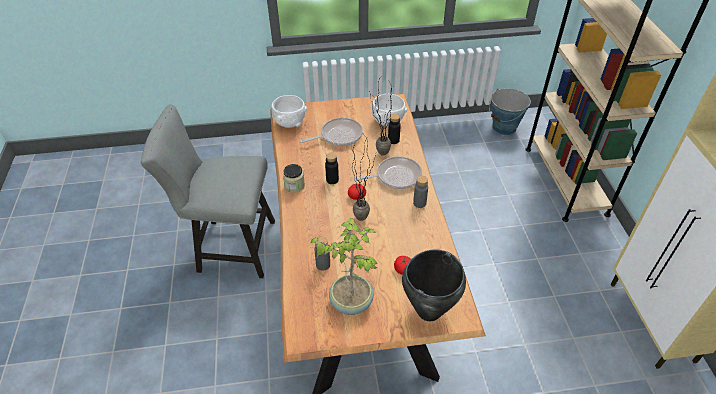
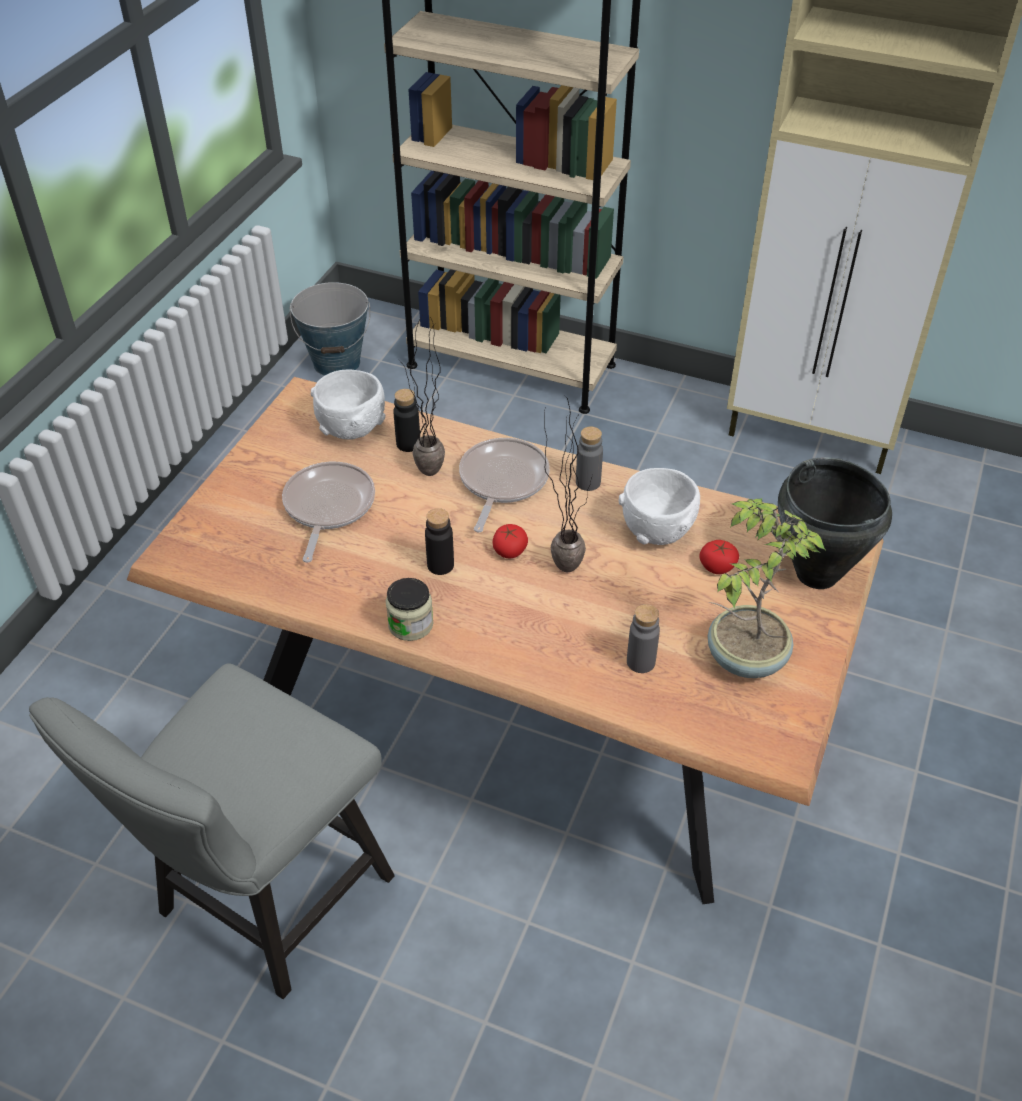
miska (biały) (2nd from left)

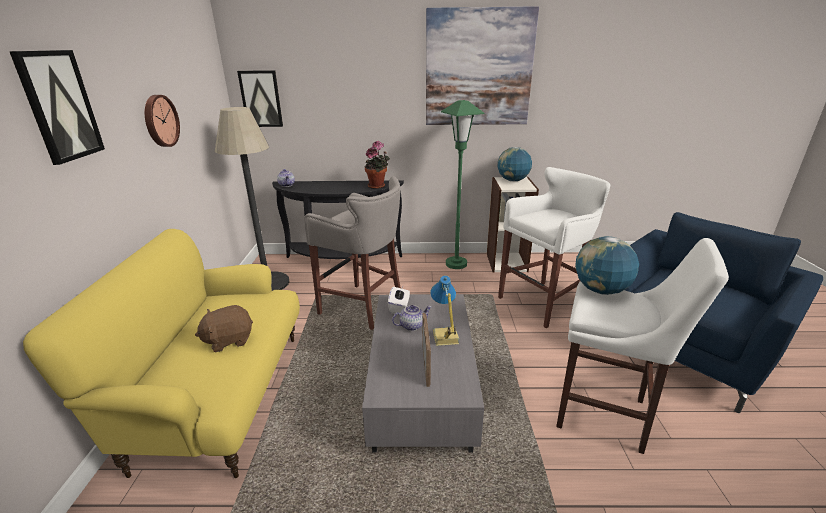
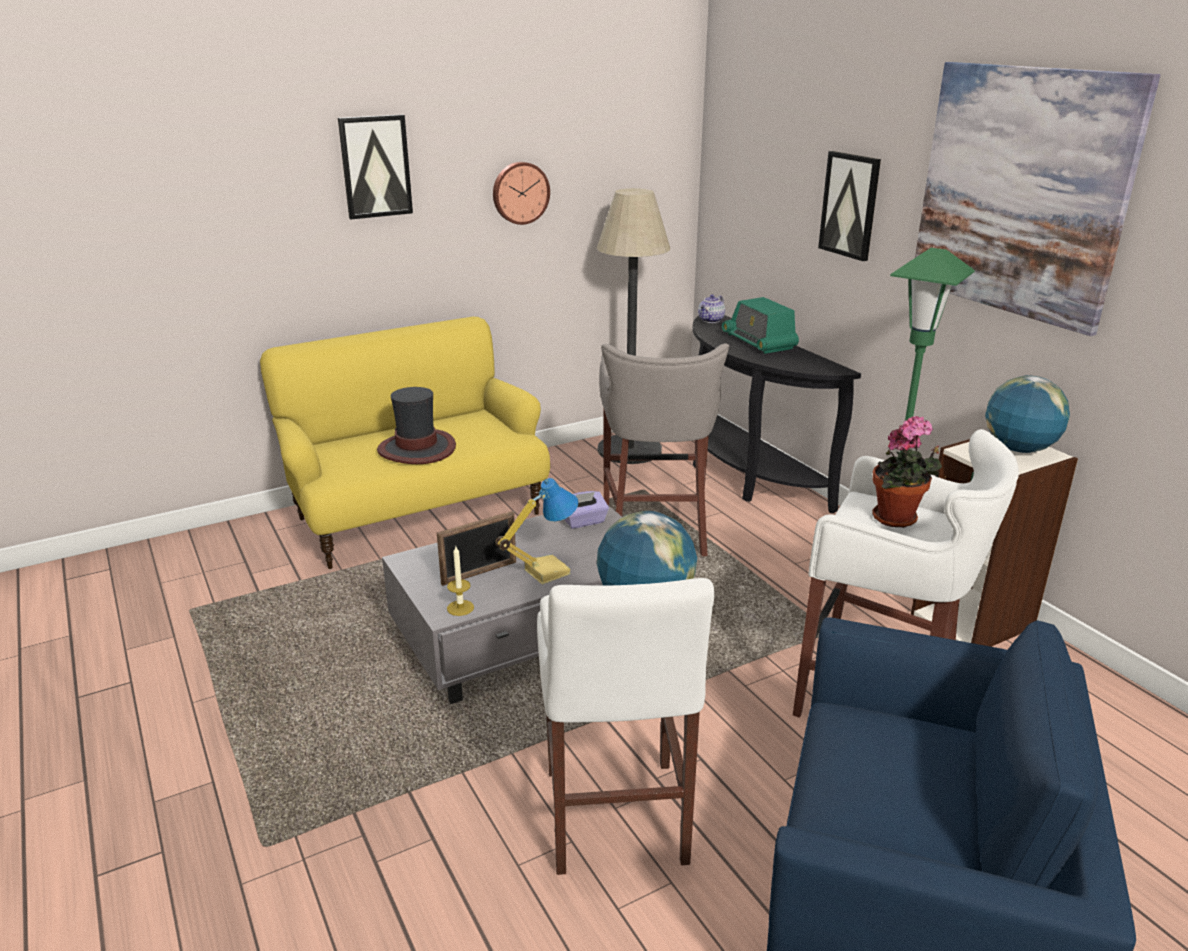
obraz (2nd from left); roślina doniczkowa; pudełko chusteczek (fioletowy); kapelusz; imbryk (2nd from left in the first image); radio; świeca

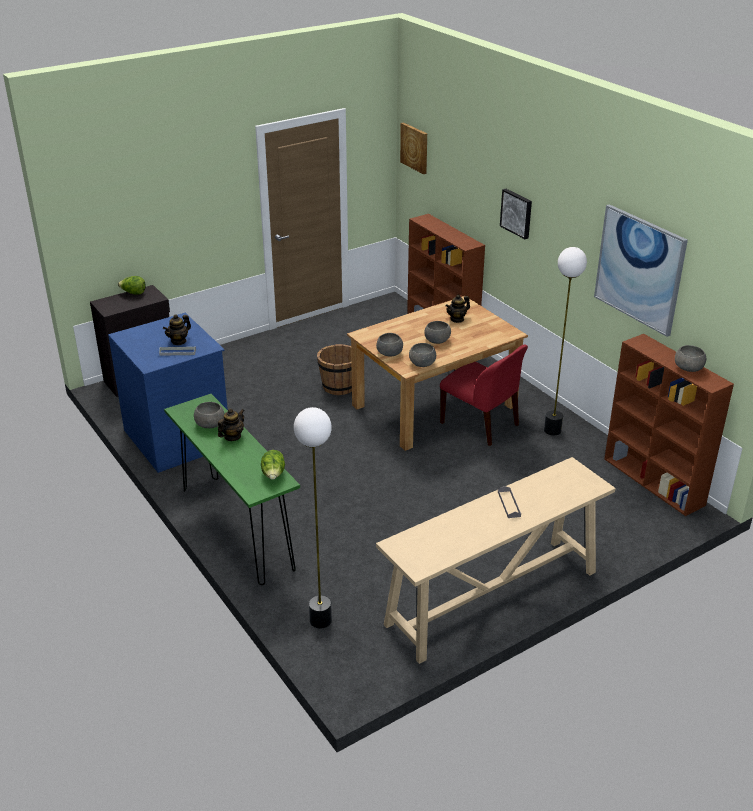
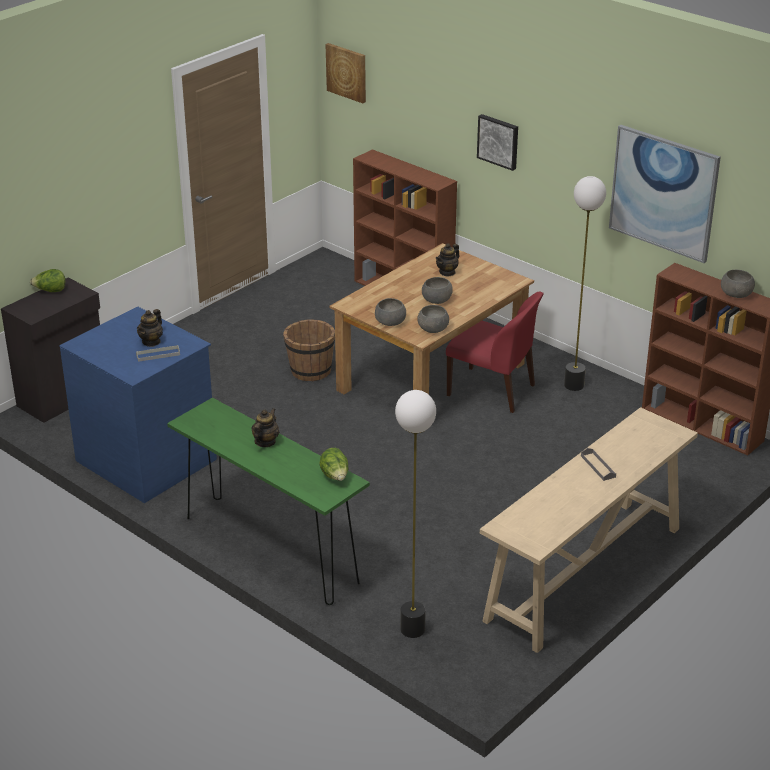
miska (szary) (1st from left in the first image)

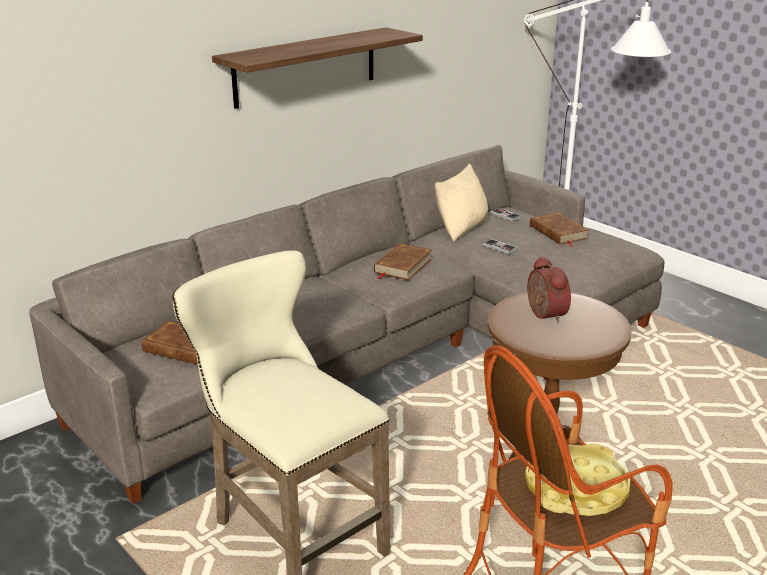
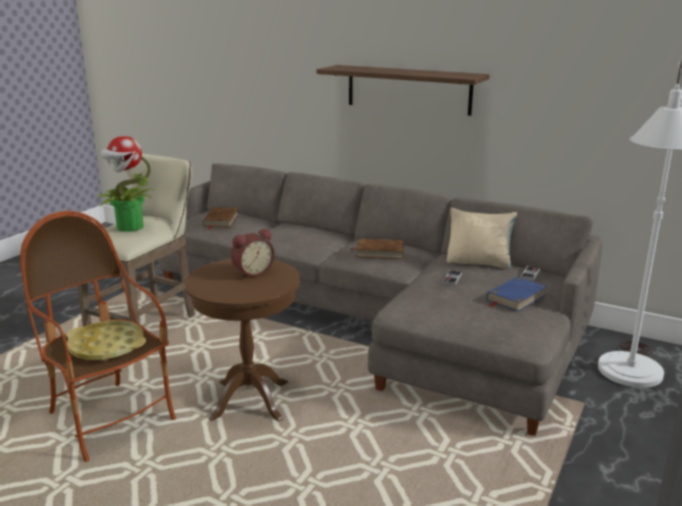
książka (niebieski); roślina doniczkowa

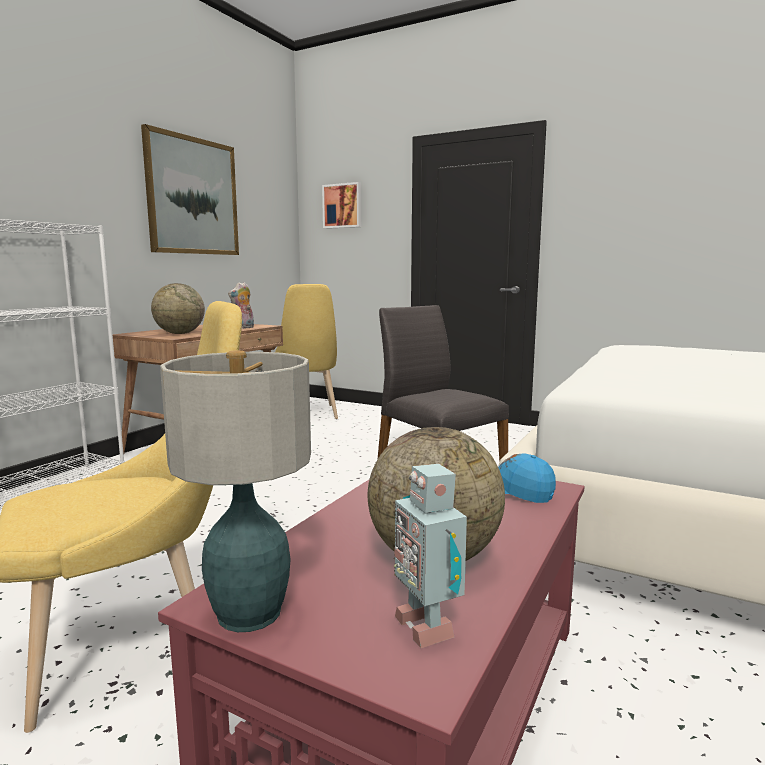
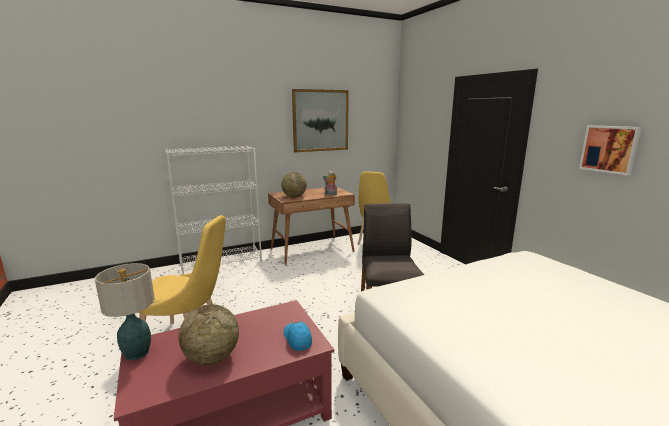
obraz (2nd from left); robot zabawkowy

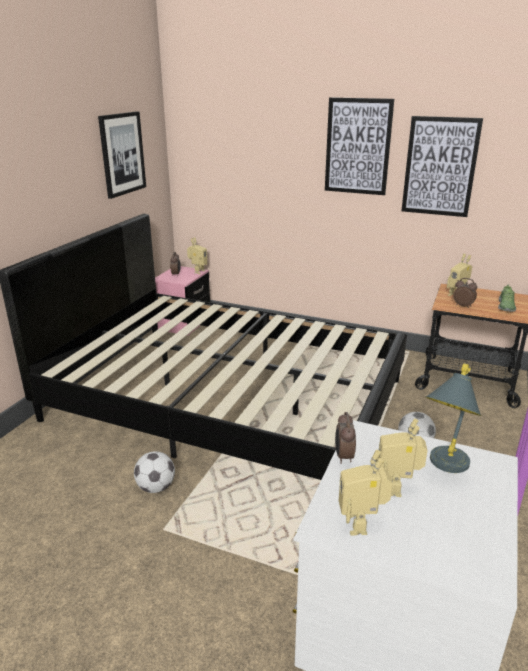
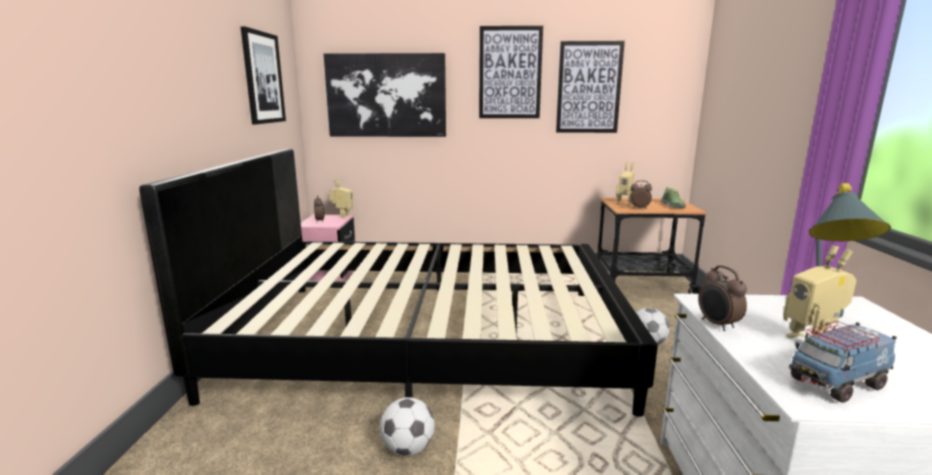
ciężarówka zabawkowa; obraz (2nd from left)

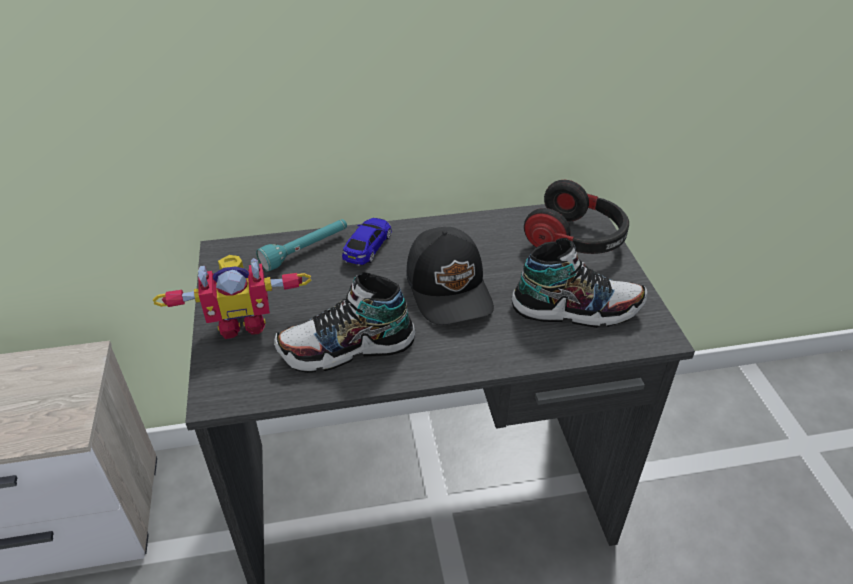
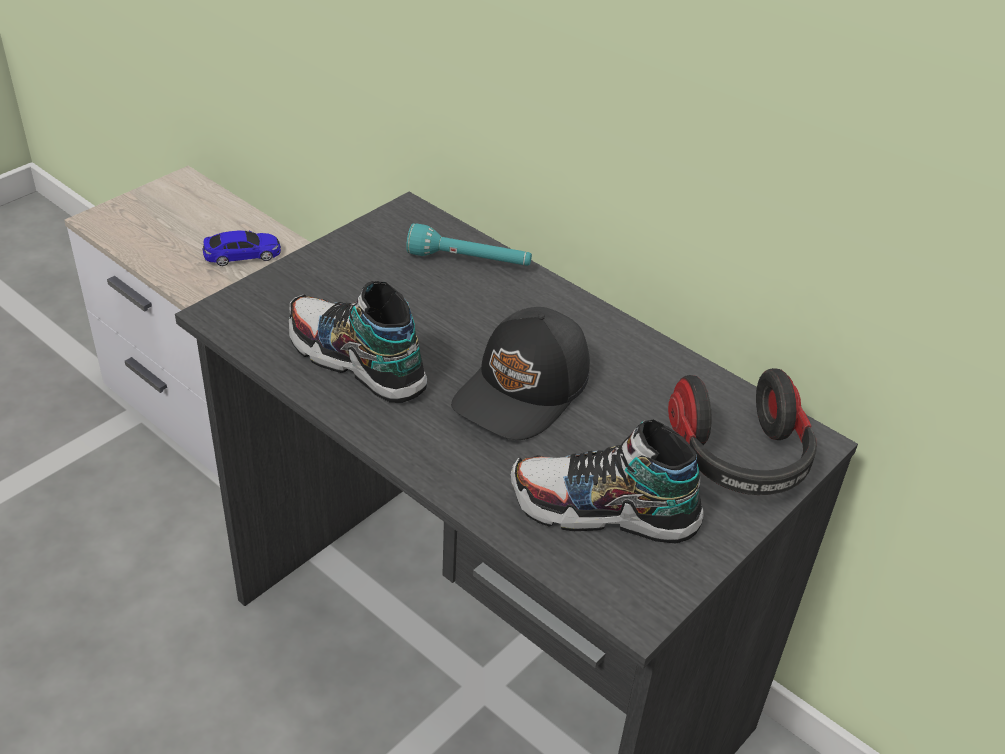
samochodzik; but (2nd from left); robot zabawkowy

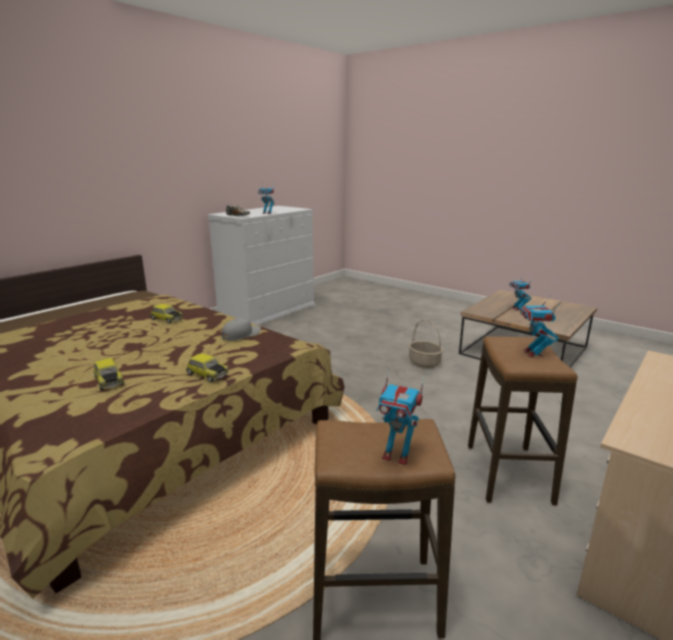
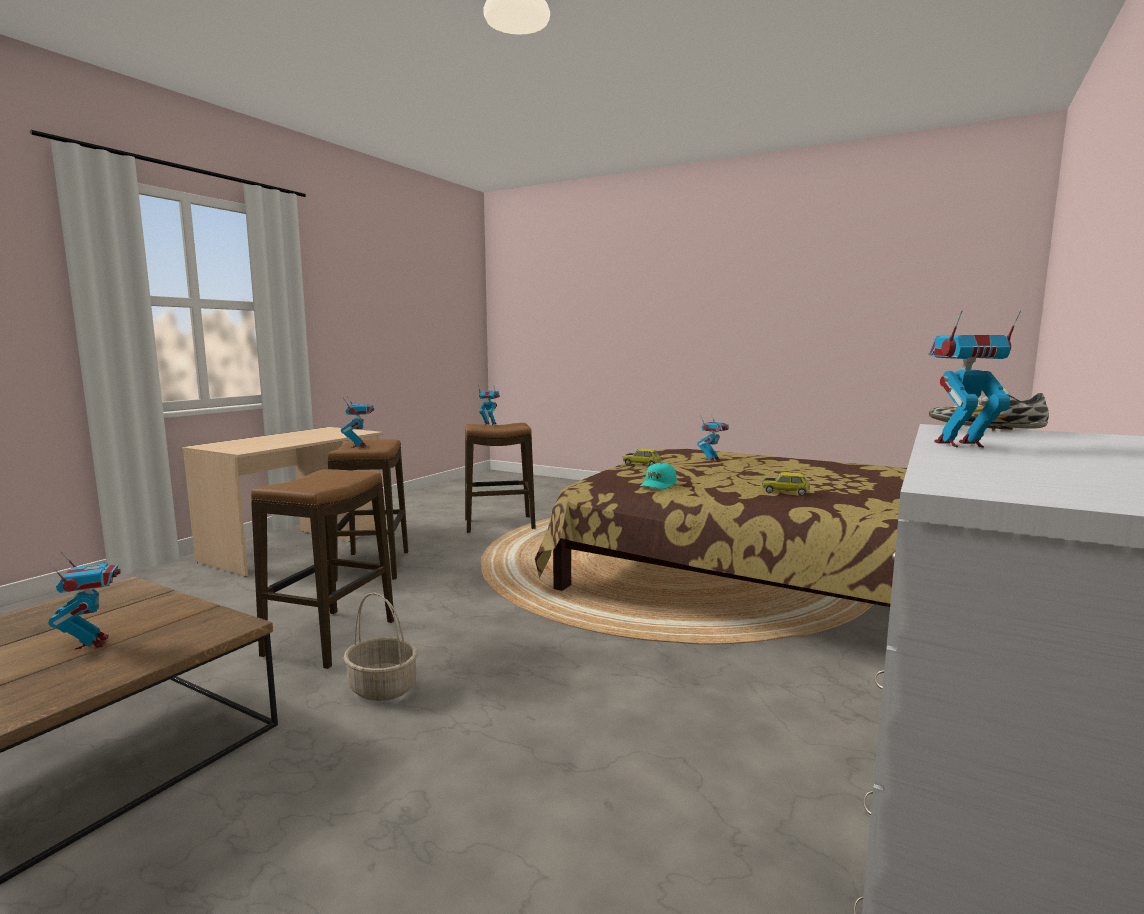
czapka z daszkiem (turkusowy); robot zabawkowy (4th from left); stołek (1st from left)

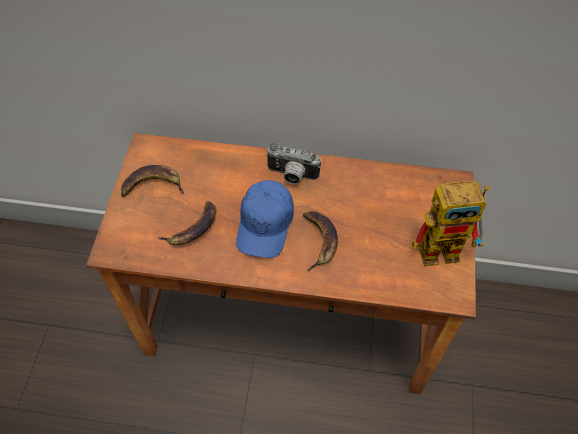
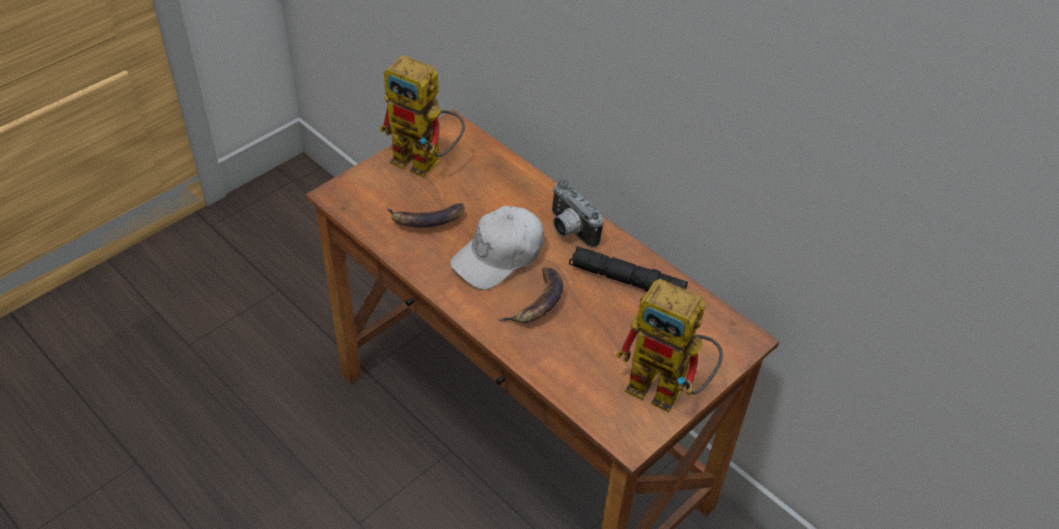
robot zabawkowy (1st from left); czapka z daszkiem (biały); latarka (czarny)

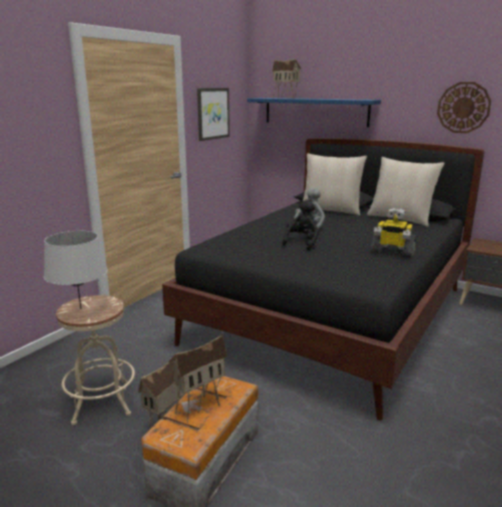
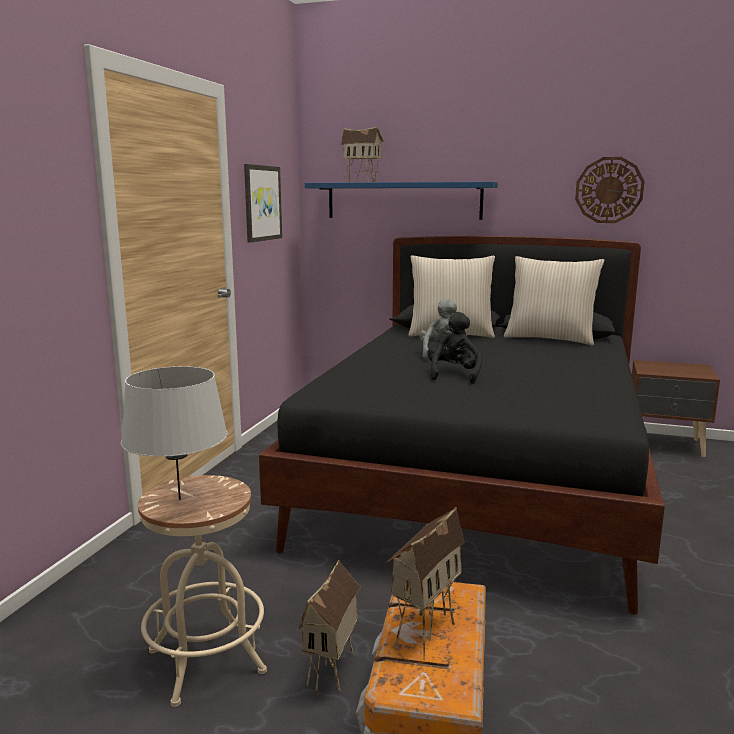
robot zabawkowy

